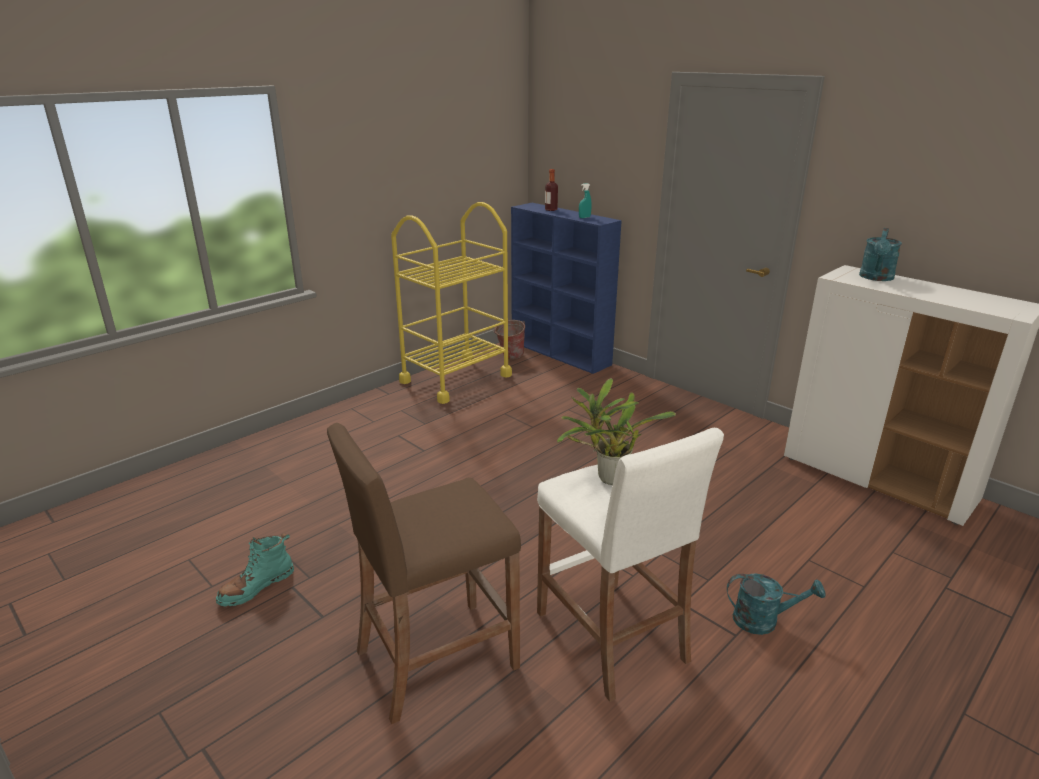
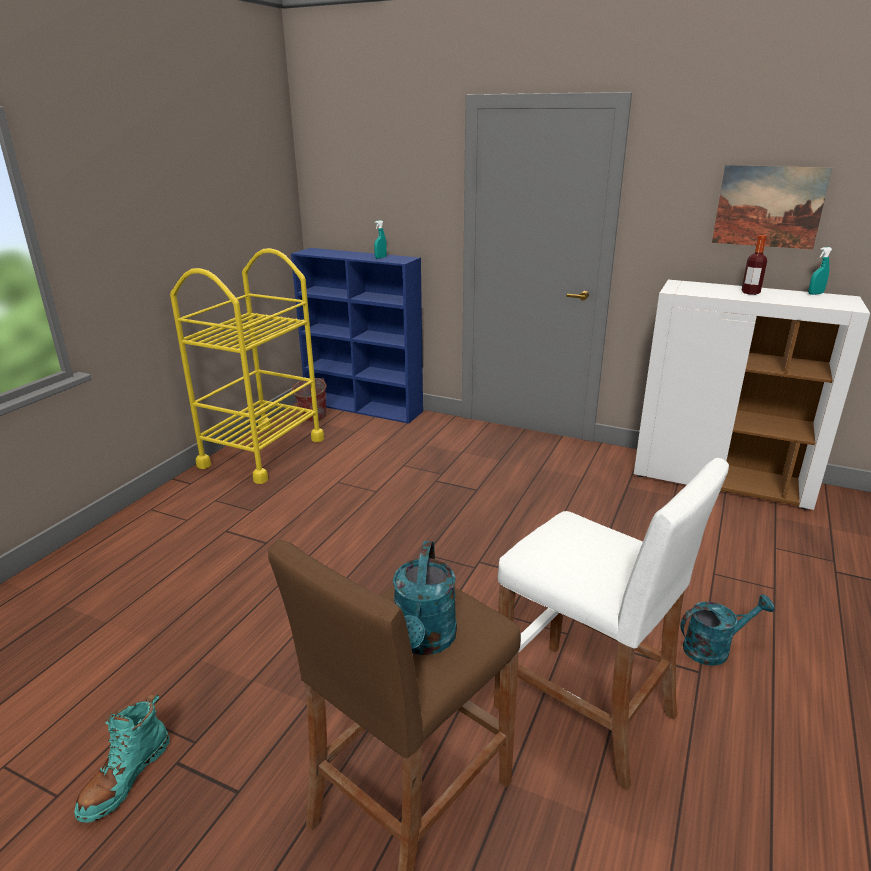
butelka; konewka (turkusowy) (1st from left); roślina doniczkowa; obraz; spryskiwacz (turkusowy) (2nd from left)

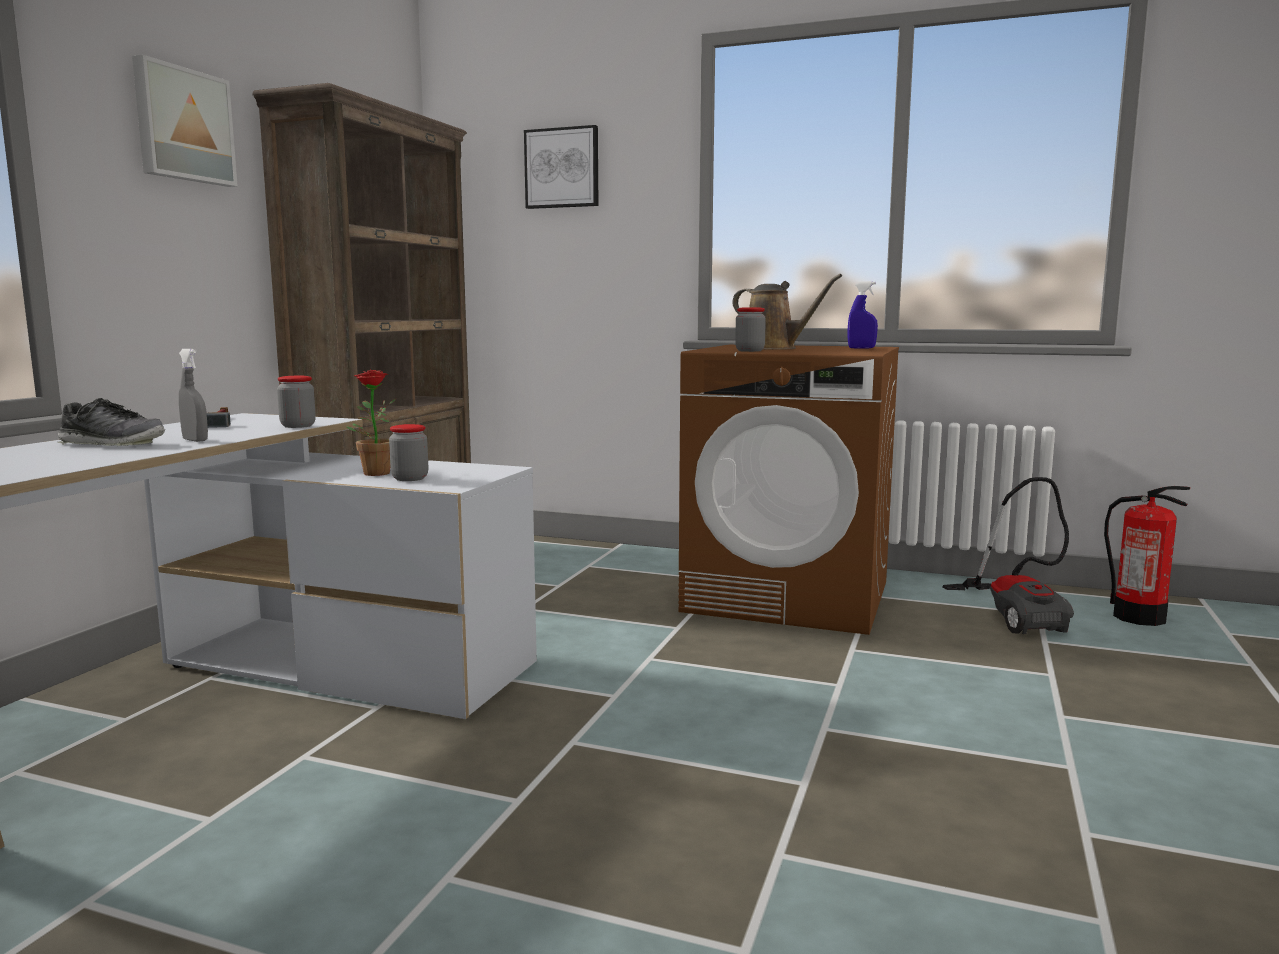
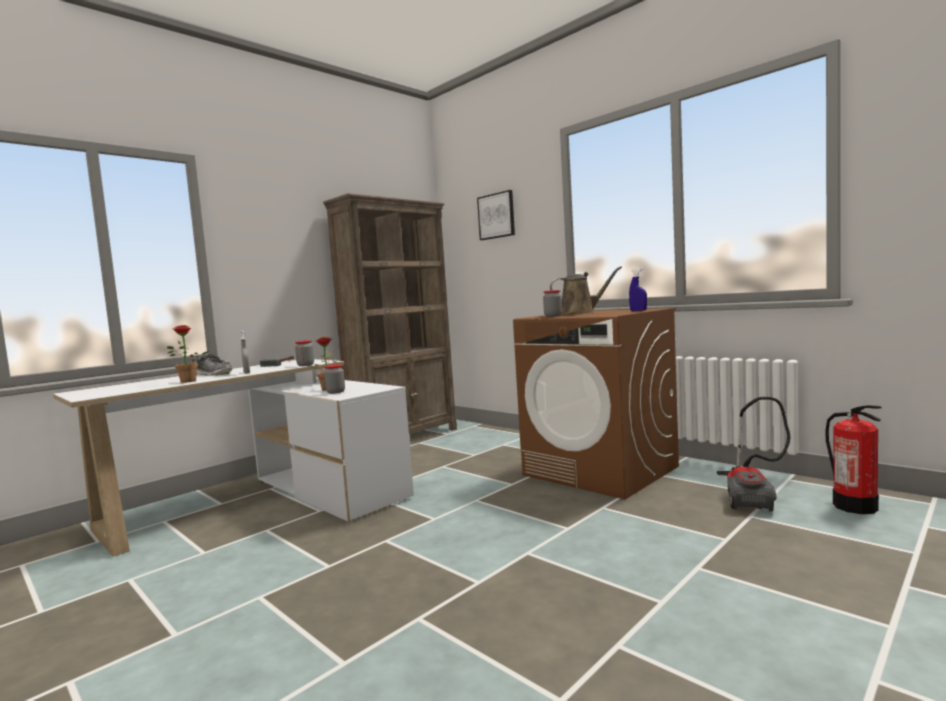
obraz (1st from left in the first image); konewka (brązowy); roślina doniczkowa (1st from left)

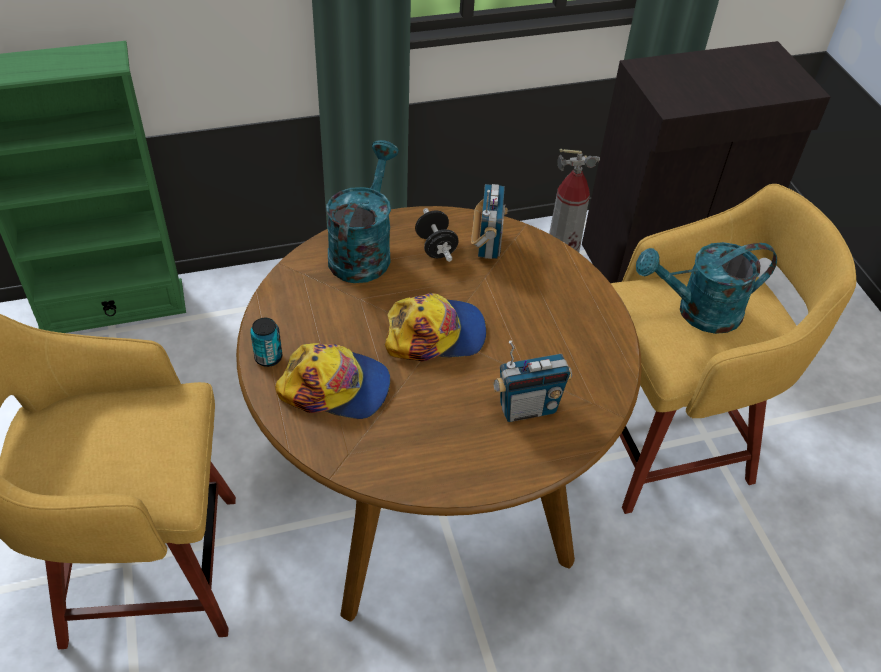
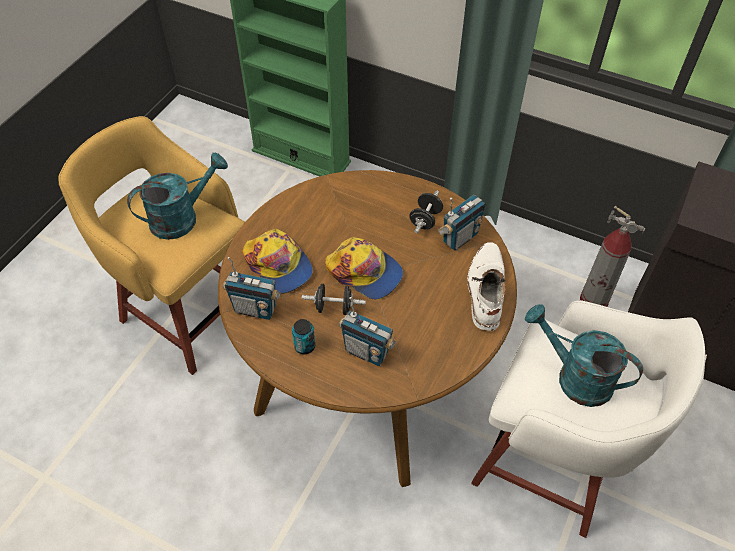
konewka (turkusowy) (1st from left); stołek (biały); puszka; but z cholewką (biały); radio (1st from left); hantel (czarny) (1st from left)

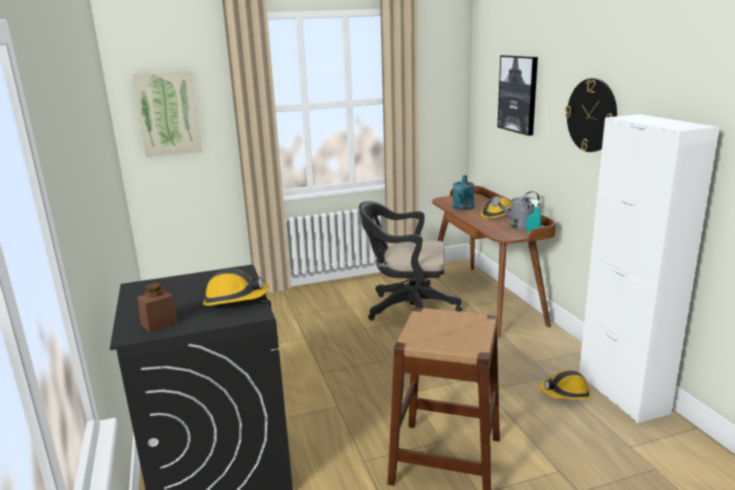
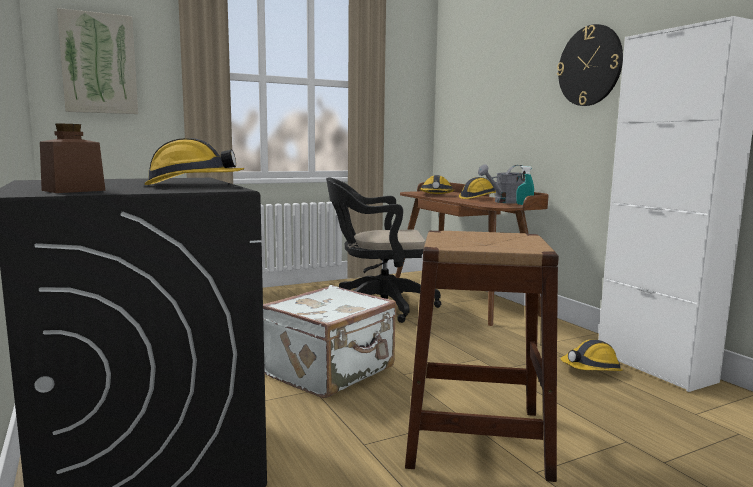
obraz (2nd from left in the first image); kask (2nd from left); walizka (biały)

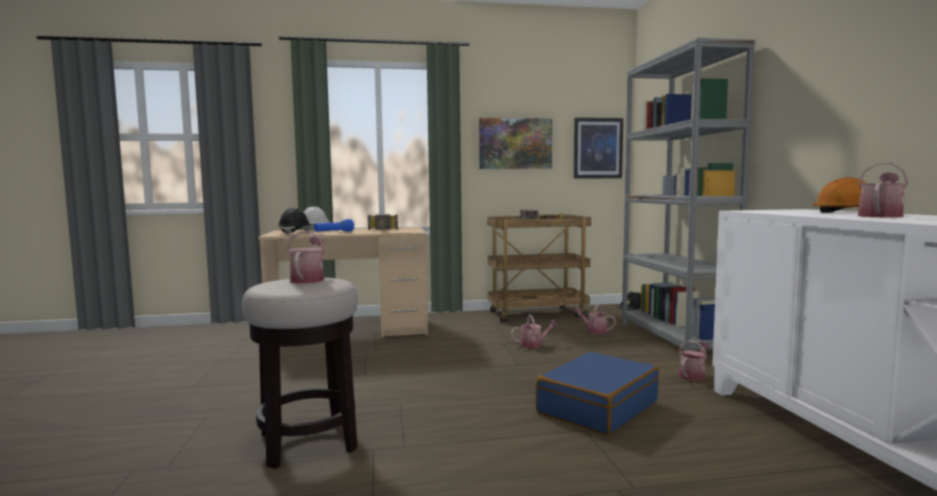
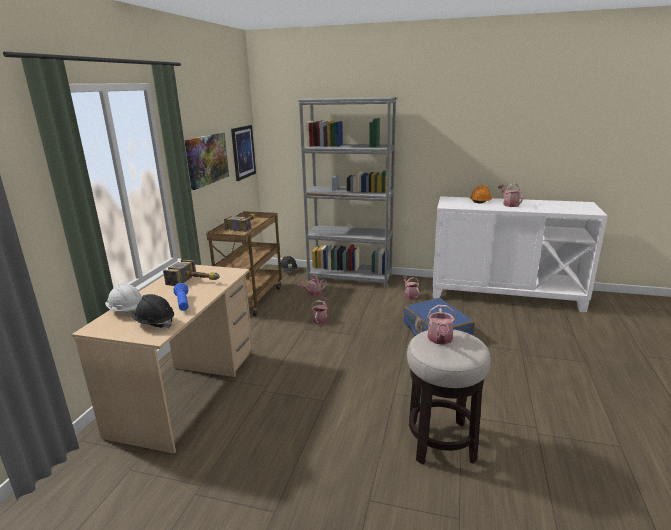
konewka (4th from left)

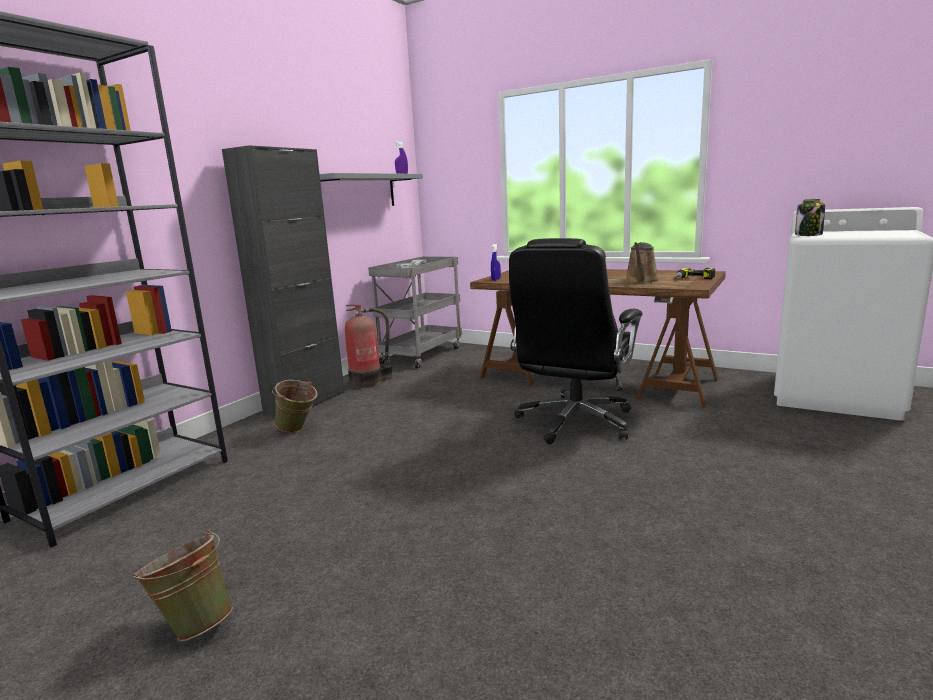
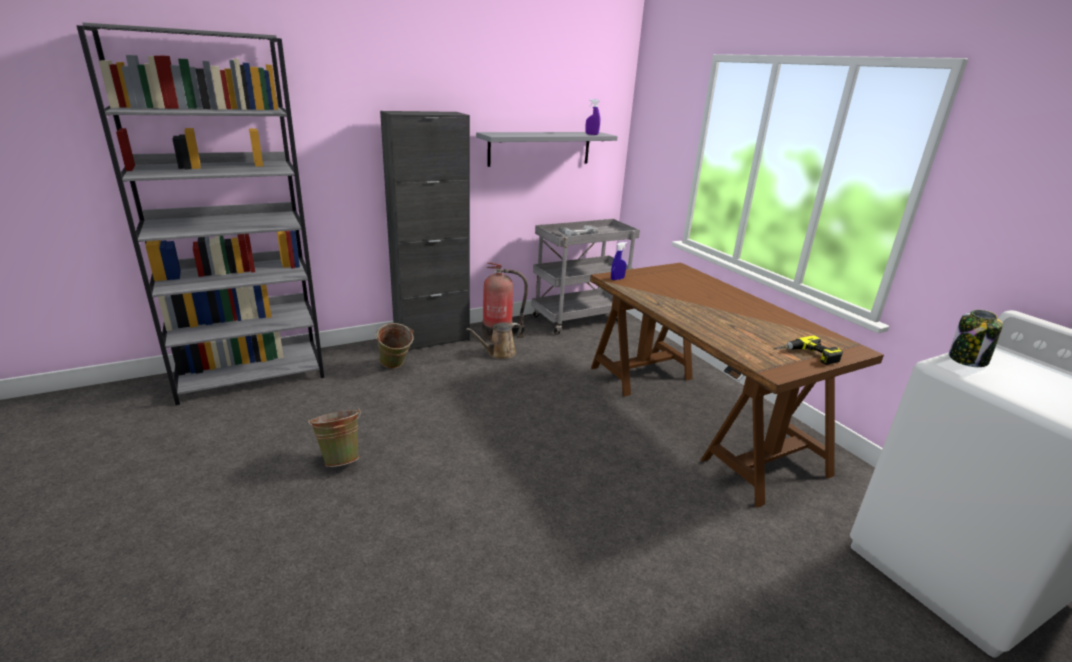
krzesło biurowe (czarny); konewka (brązowy); wiadro (zielony) (1st from left)

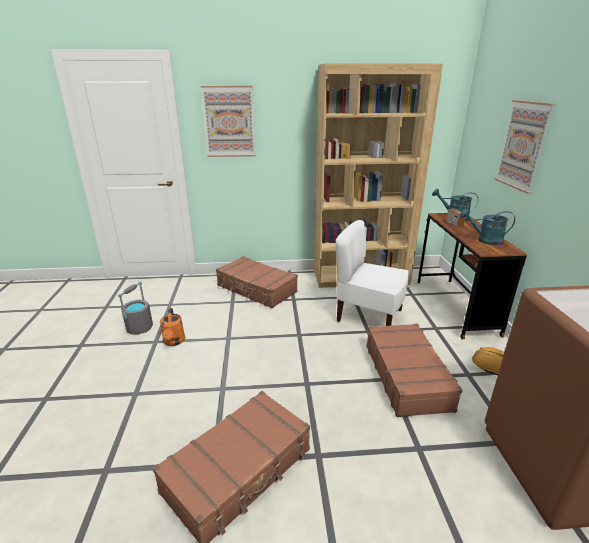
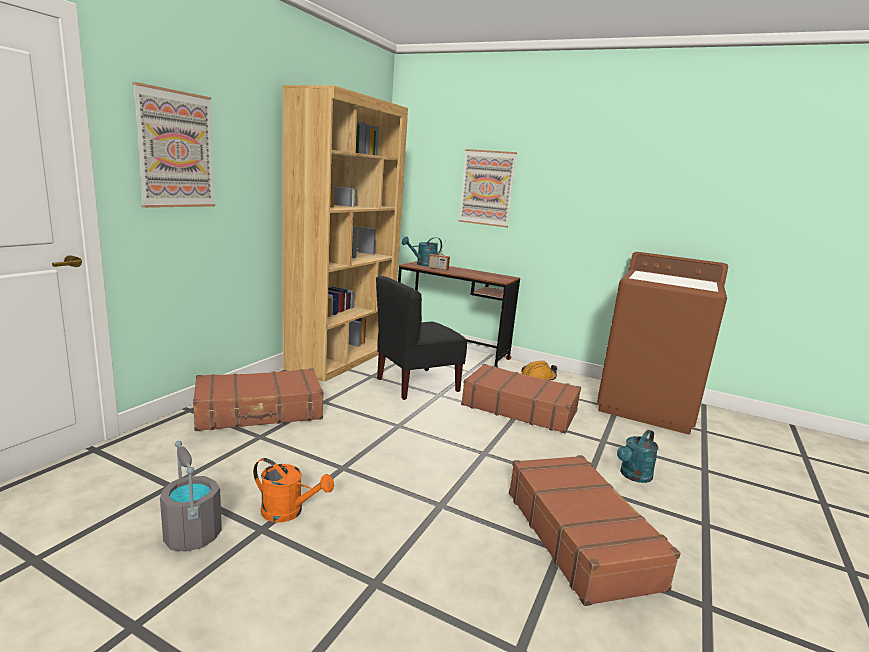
konewka (turkusowy) (2nd from left); krzesło (czarny)

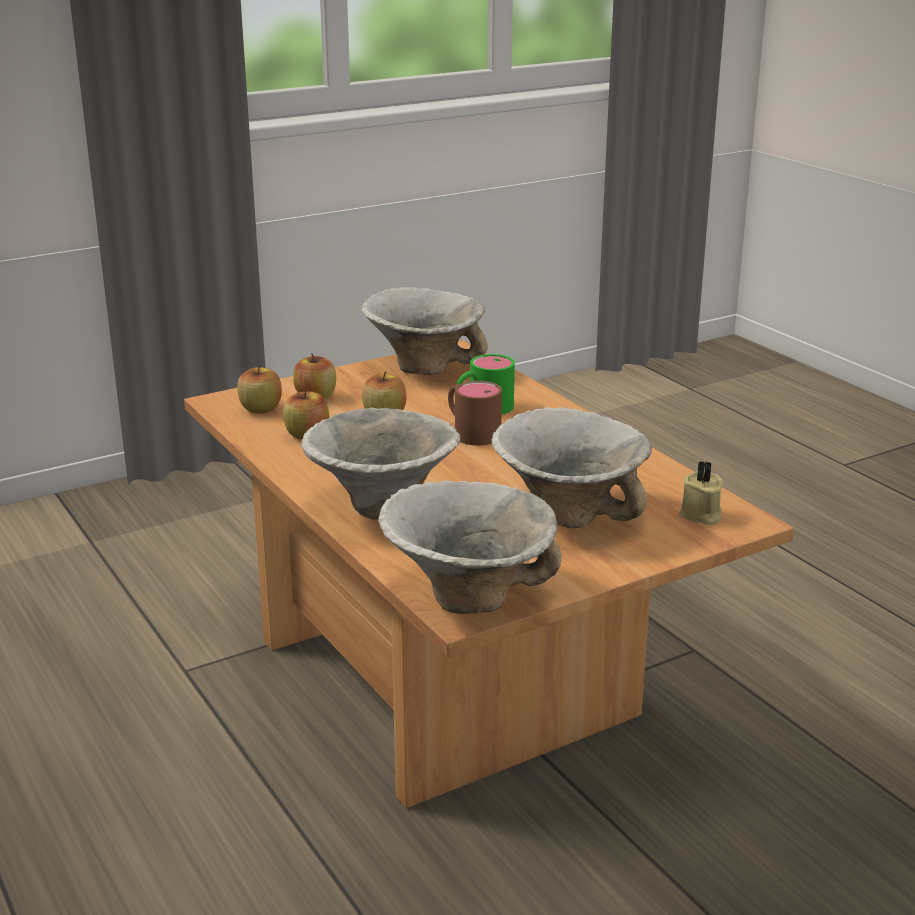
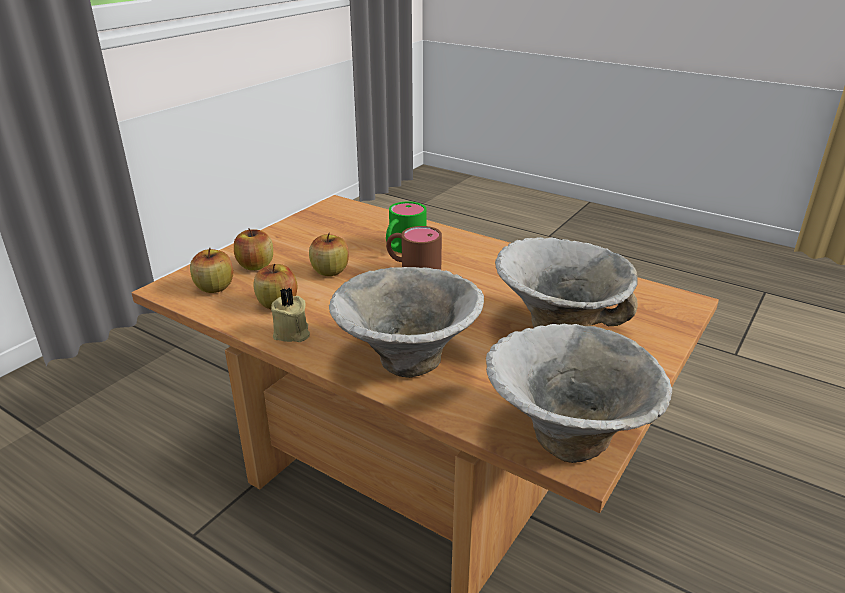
miska (2nd from left in the first image); świeca (beżowy)

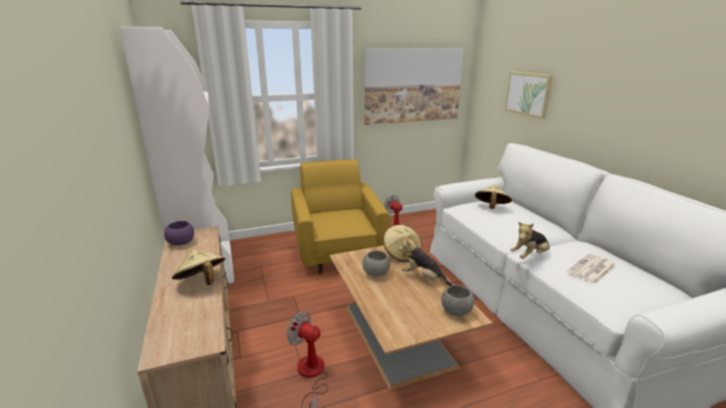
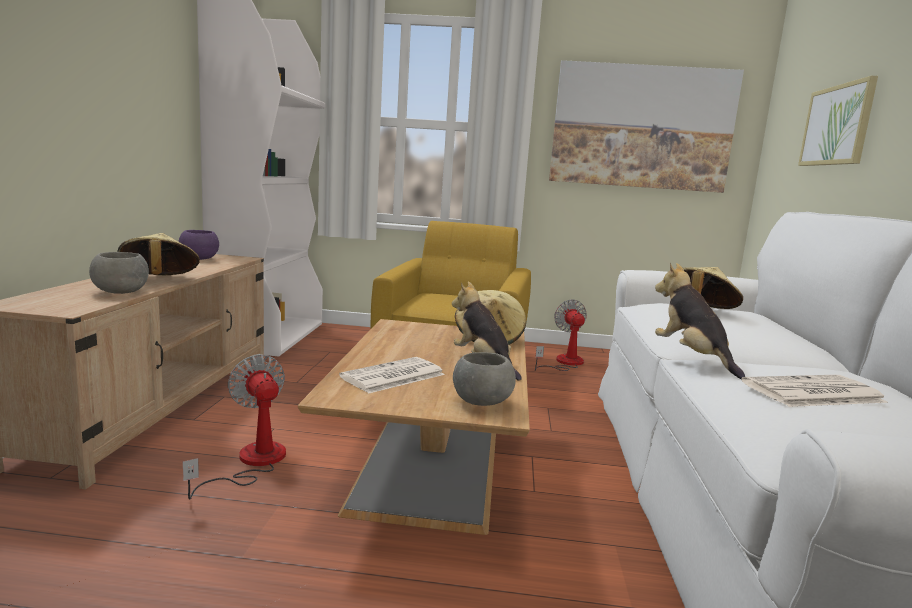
pluszak (2nd from left); miska (szary) (1st from left); gazeta (1st from left)

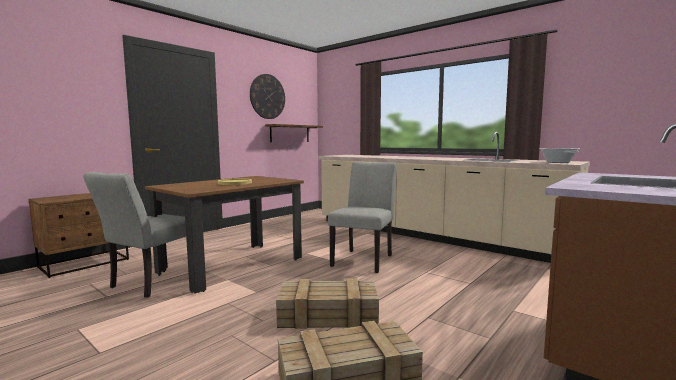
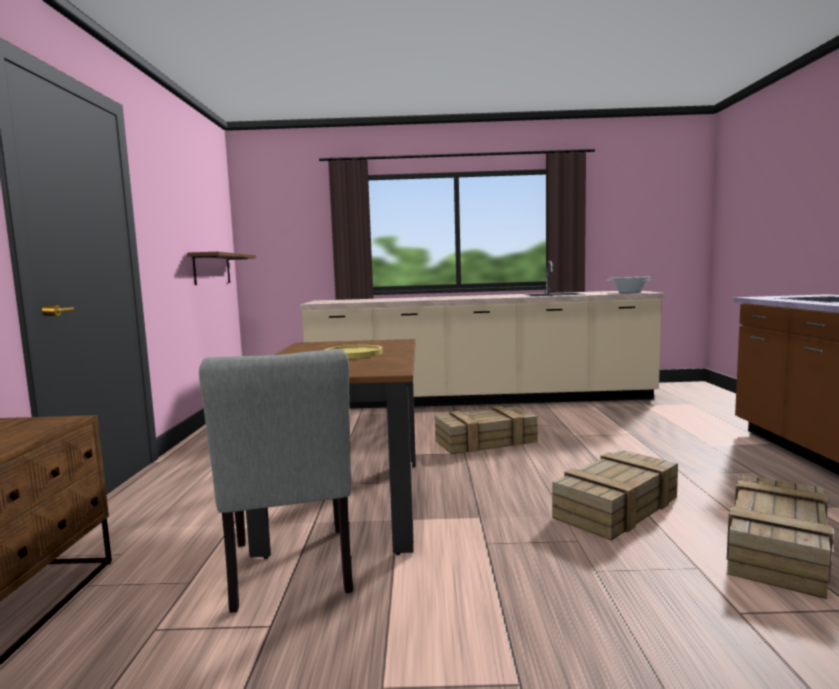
zegar ścienny; skrzynka (1st from left)

